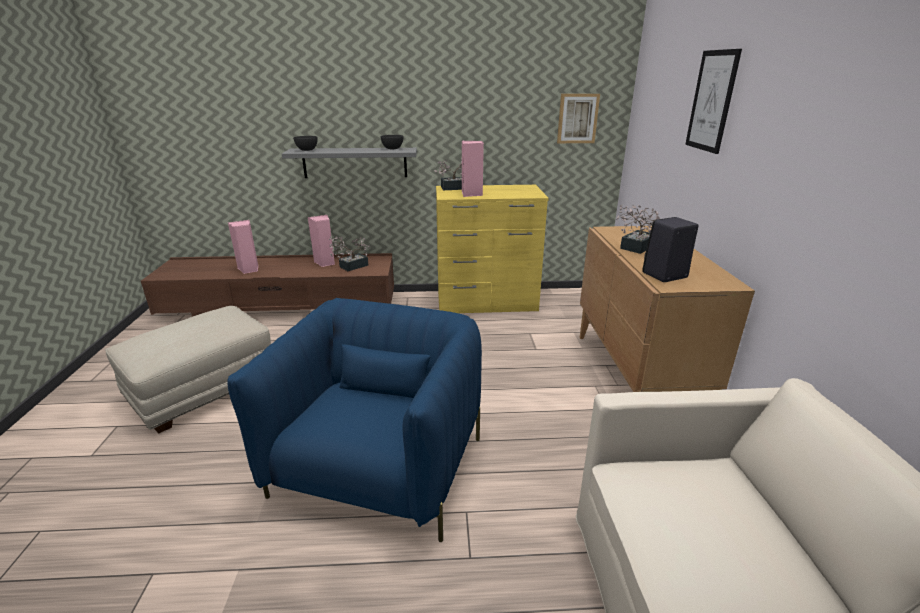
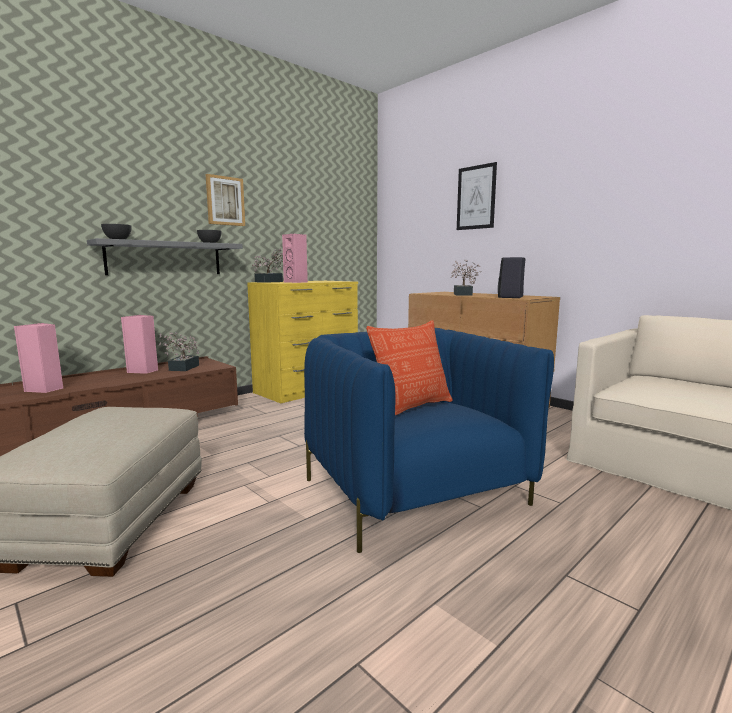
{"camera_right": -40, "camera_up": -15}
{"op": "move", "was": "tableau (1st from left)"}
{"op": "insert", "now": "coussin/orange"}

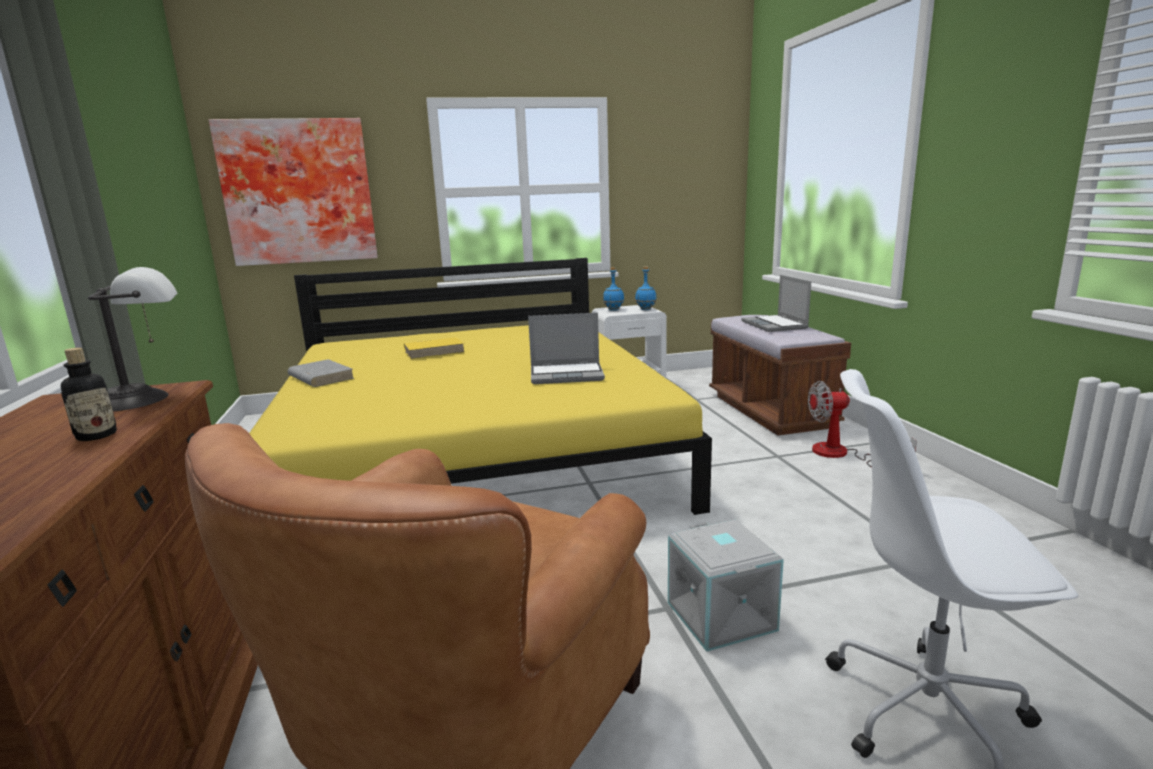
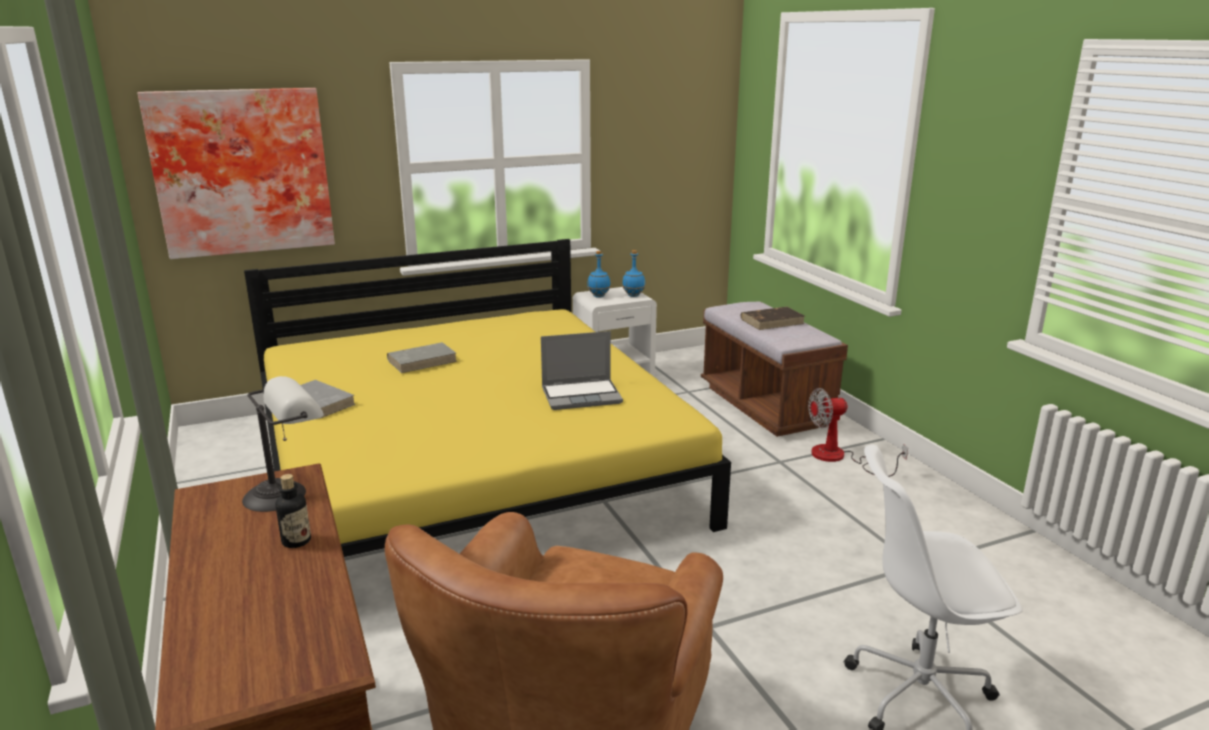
{"camera_right": -10, "camera_up": 5}
{"op": "recolor", "was": "livre/jaune", "now": "livre/gris (2nd from left)"}
{"op": "delete", "was": "boîte de rangement/gris"}
{"op": "replace", "was": "ordinateur portable (2nd from left)", "now": "livre/marron"}

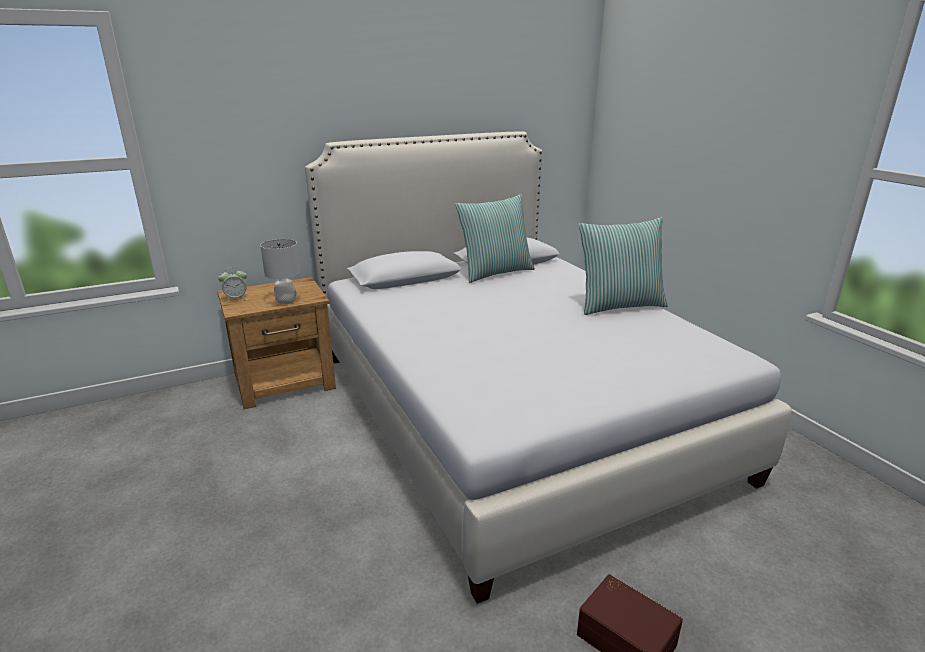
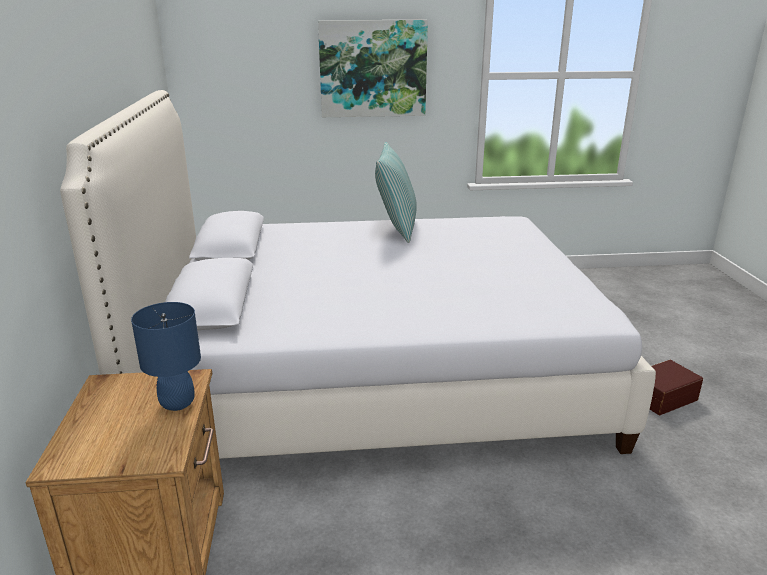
{"camera_right": -70, "camera_up": 0}
{"op": "delete", "was": "réveil"}
{"op": "recolor", "was": "lampe de table/gris", "now": "lampe de table/bleu"}
{"op": "delete", "was": "coussin (1st from left)"}
{"op": "insert", "now": "tableau"}

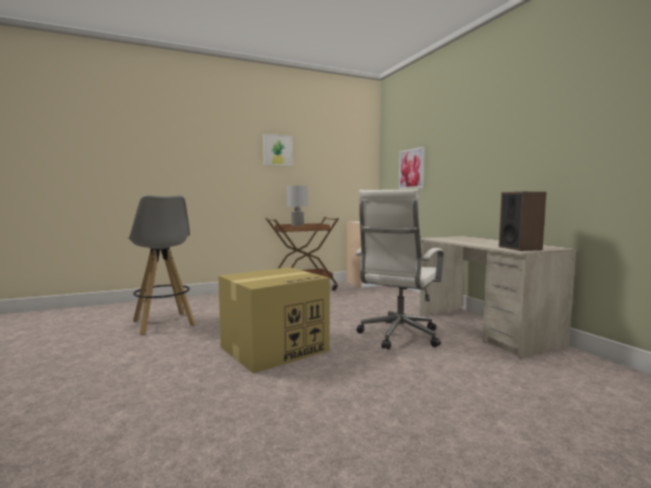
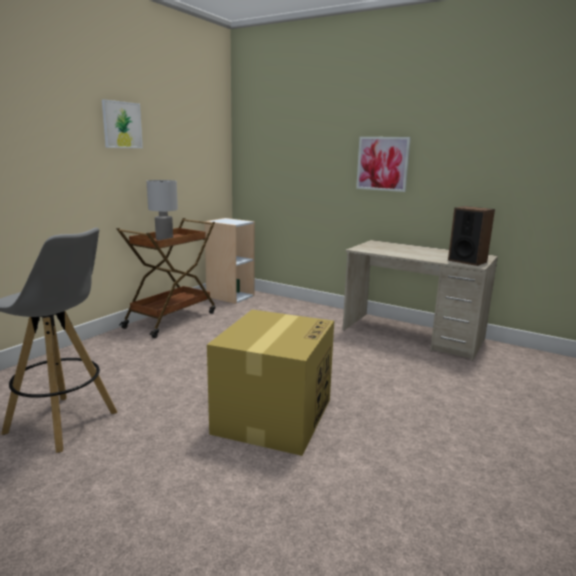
{"camera_right": -35, "camera_up": 10}
{"op": "delete", "was": "chaise de bureau/blanc"}
{"op": "move", "was": "tableau (2nd from left)"}

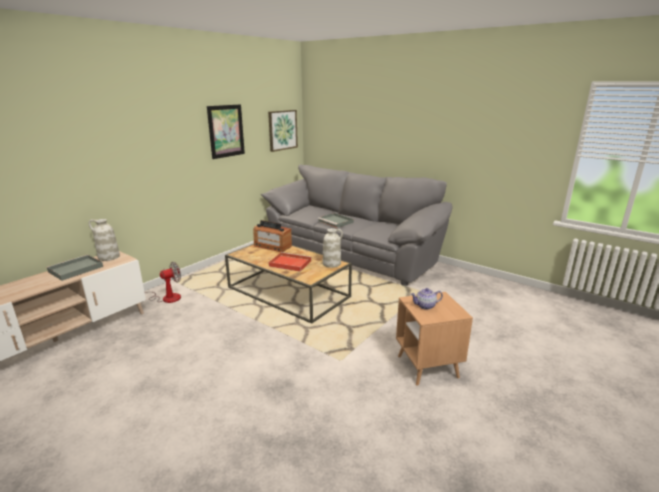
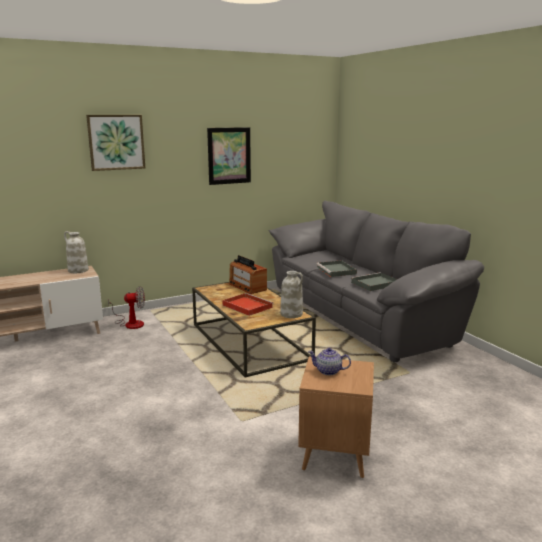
{"camera_right": 25, "camera_up": -5}
{"op": "move", "was": "plateau/gris (1st from left in the first image)", "now": "plateau/gris (2nd from left)"}
{"op": "move", "was": "tableau (2nd from left in the first image)", "now": "tableau (1st from left)"}

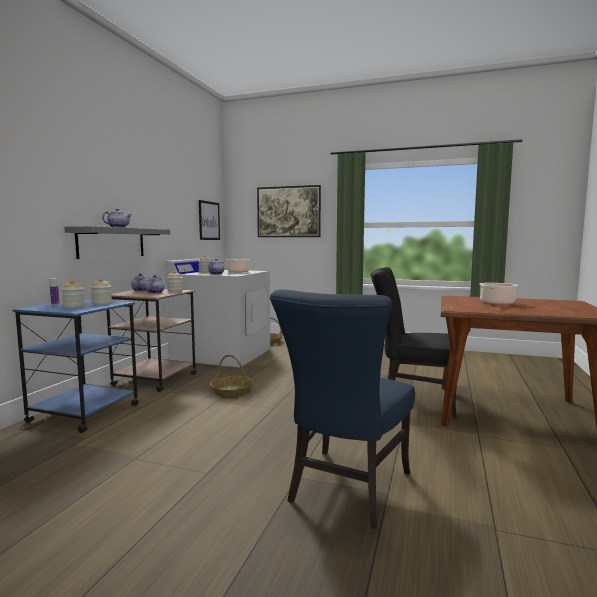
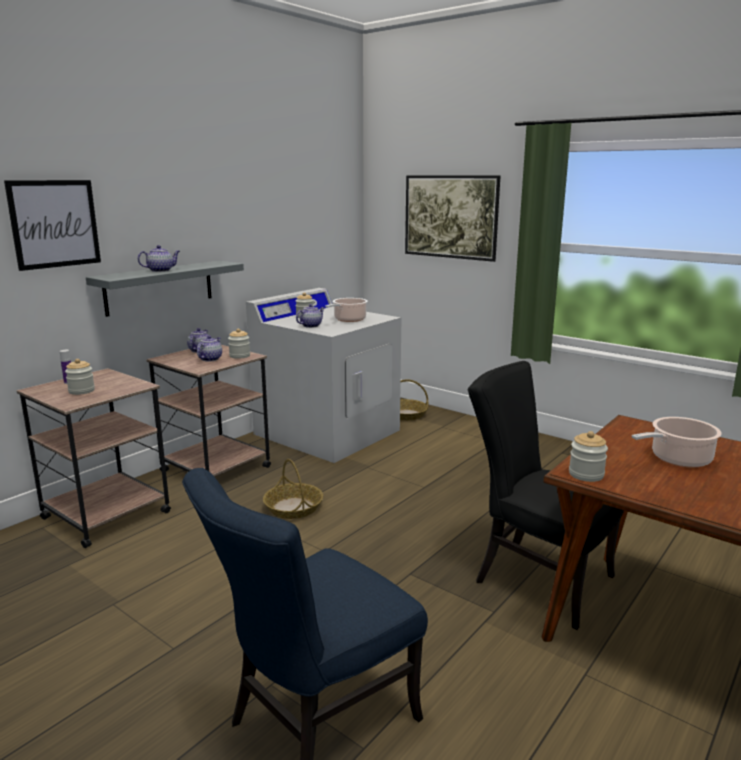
{"camera_right": 20, "camera_up": 10}
{"op": "recolor", "was": "chariot/bleu", "now": "chariot/marron (1st from left)"}
{"op": "move", "was": "bocal (2nd from left in the first image)", "now": "bocal (4th from left)"}
{"op": "move", "was": "tableau (1st from left)"}

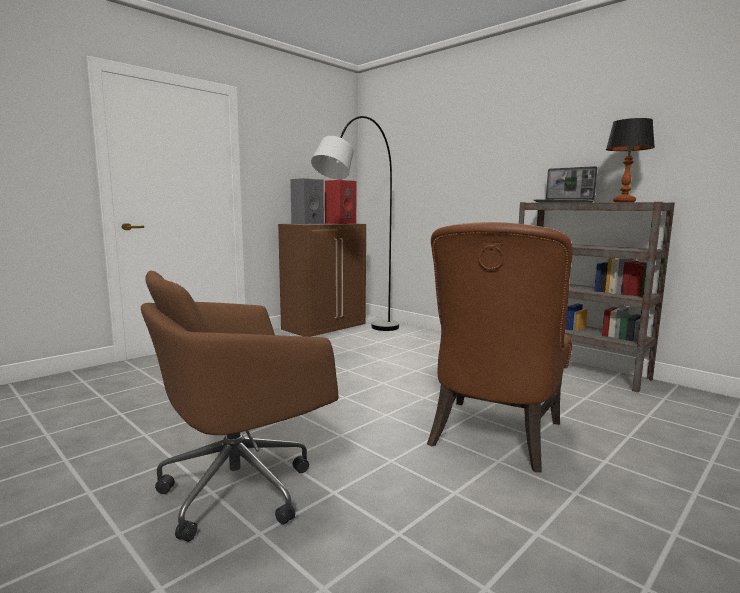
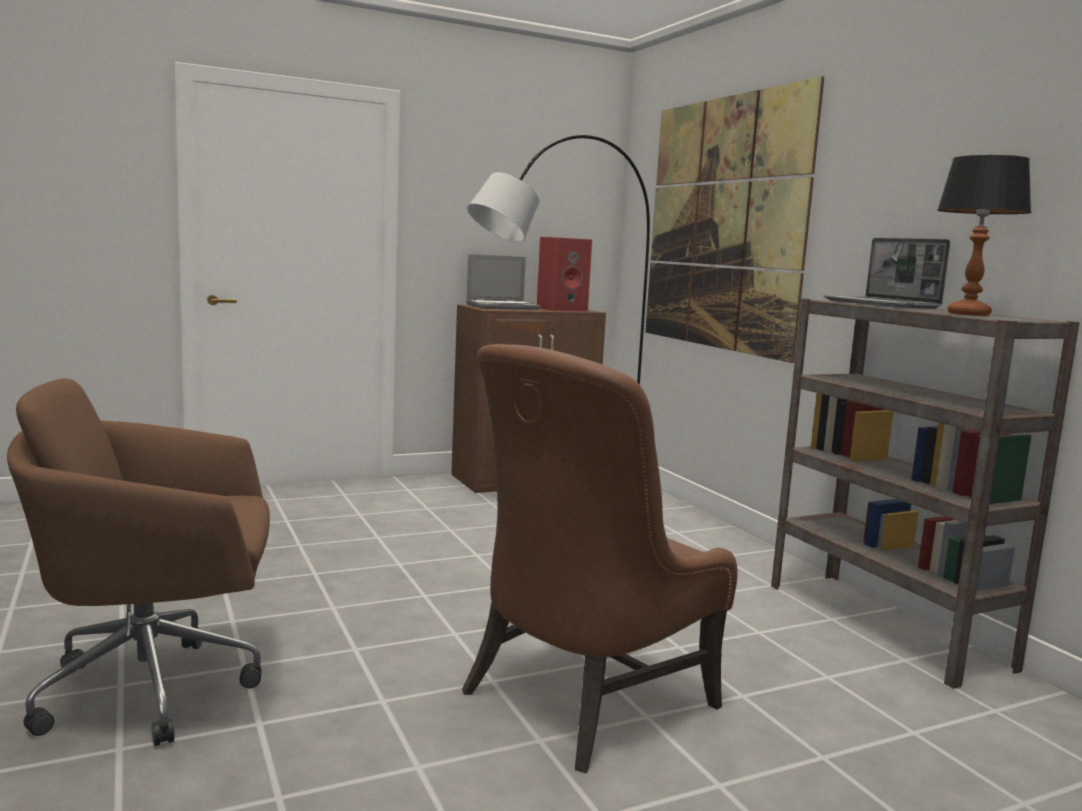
{"camera_right": 20, "camera_up": 0}
{"op": "replace", "was": "enceinte/gris", "now": "ordinateur portable (1st from left)"}
{"op": "insert", "now": "tableau"}

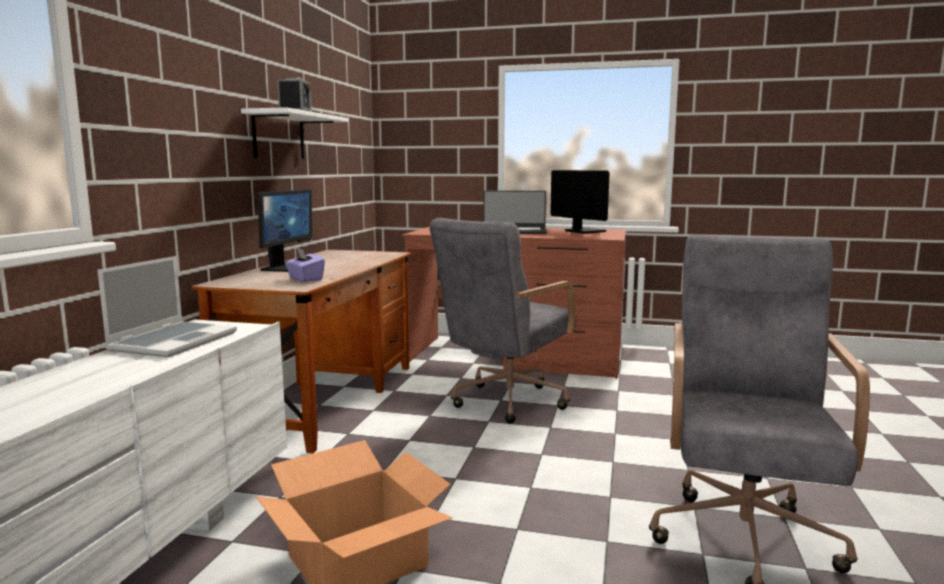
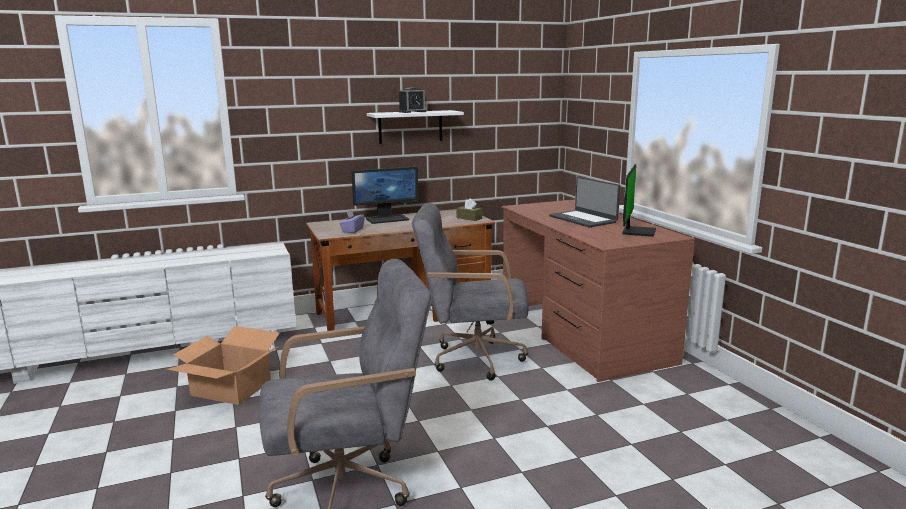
{"camera_right": 55, "camera_up": 5}
{"op": "delete", "was": "ordinateur portable (1st from left)"}
{"op": "insert", "now": "boîte à mouchoirs/marron"}

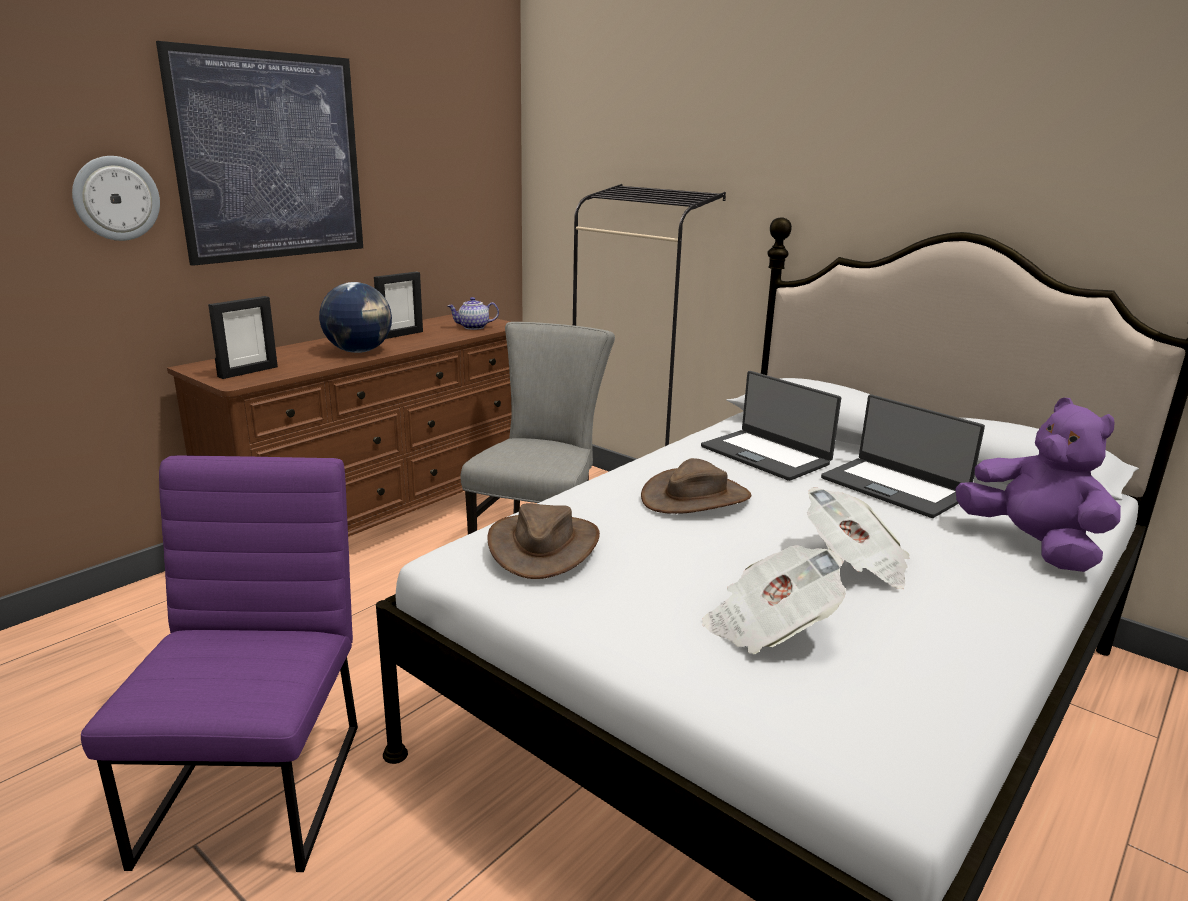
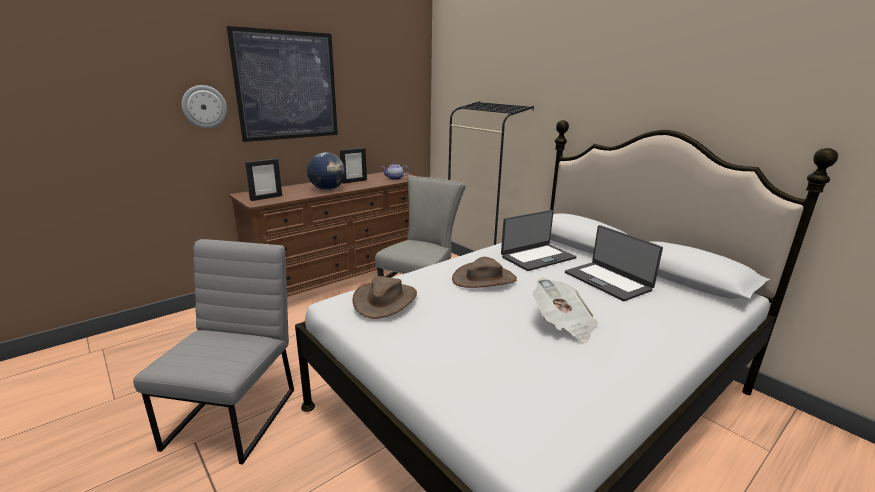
{"camera_right": 10, "camera_up": 0}
{"op": "recolor", "was": "chaise/violet", "now": "chaise/gris (1st from left)"}
{"op": "rotate", "was": "ordinateur portable (1st from left)", "clockwise": -90}
{"op": "delete", "was": "journal (1st from left)"}
{"op": "delete", "was": "peluche/violet"}

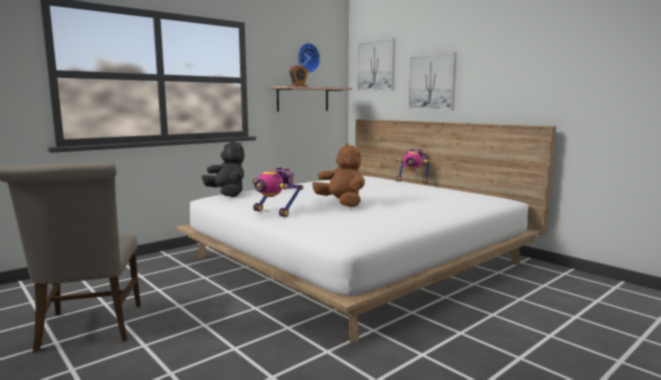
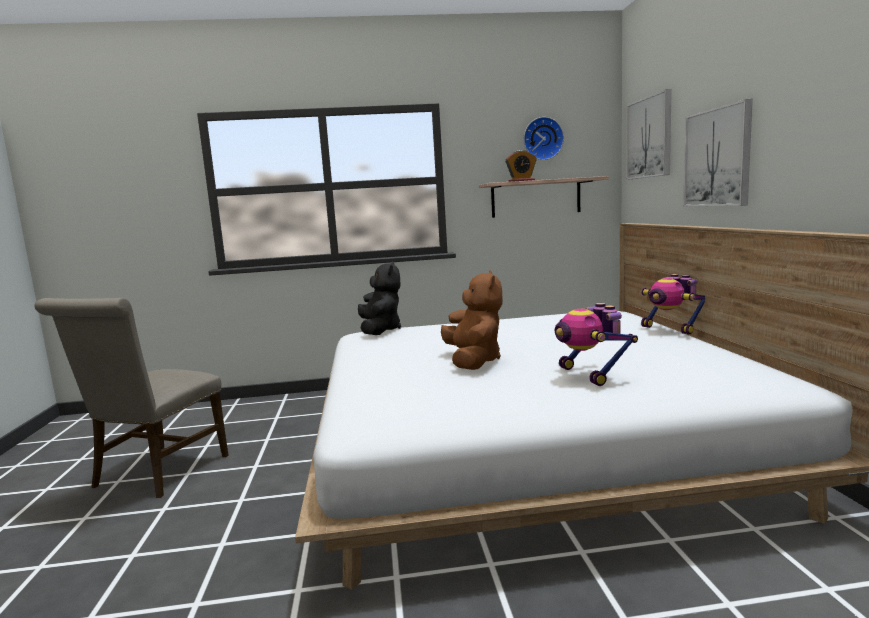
{"camera_right": 35, "camera_up": 0}
{"op": "move", "was": "robot jouet (1st from left)"}

